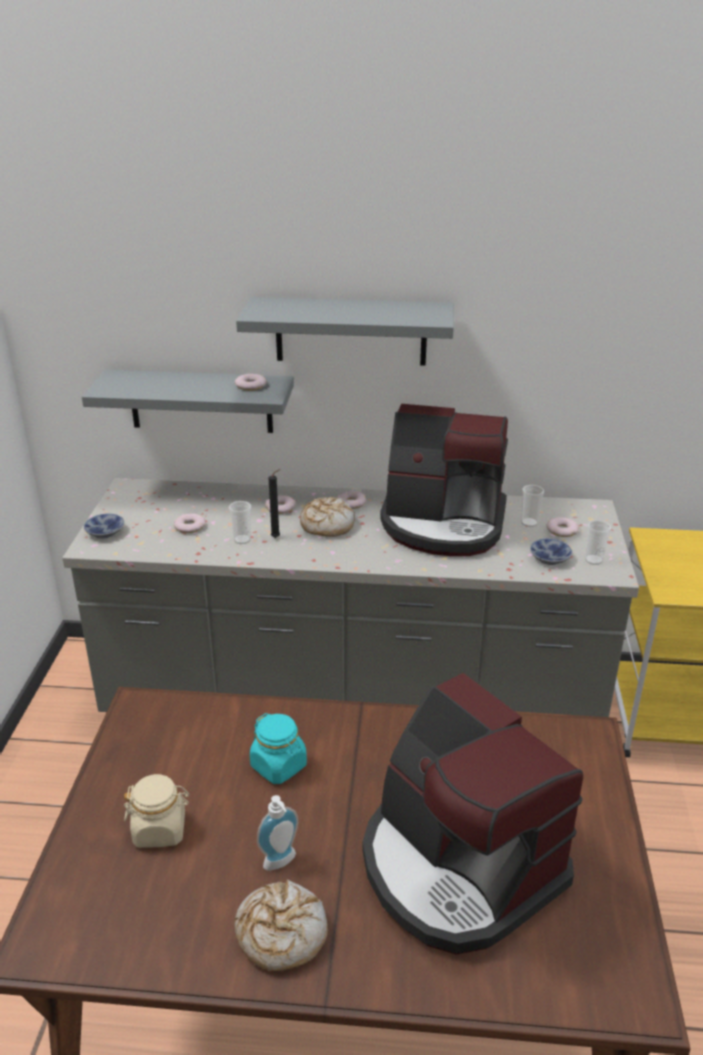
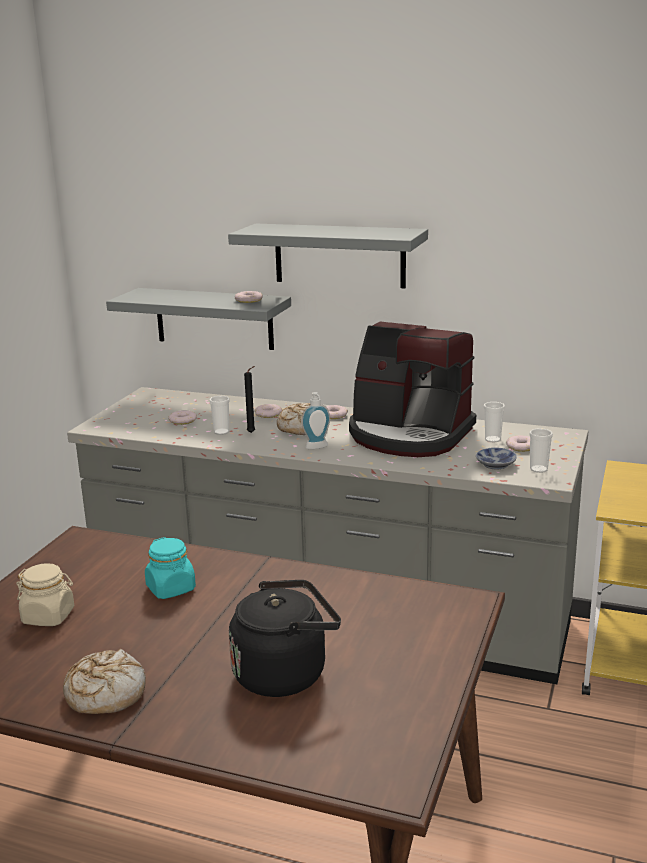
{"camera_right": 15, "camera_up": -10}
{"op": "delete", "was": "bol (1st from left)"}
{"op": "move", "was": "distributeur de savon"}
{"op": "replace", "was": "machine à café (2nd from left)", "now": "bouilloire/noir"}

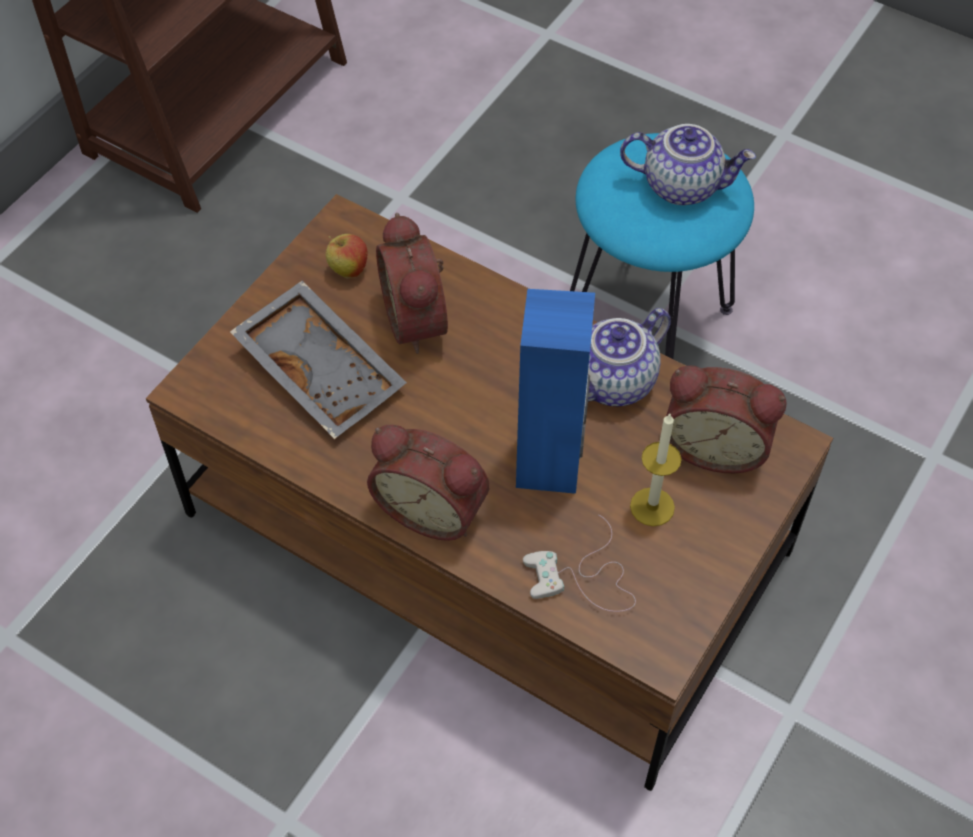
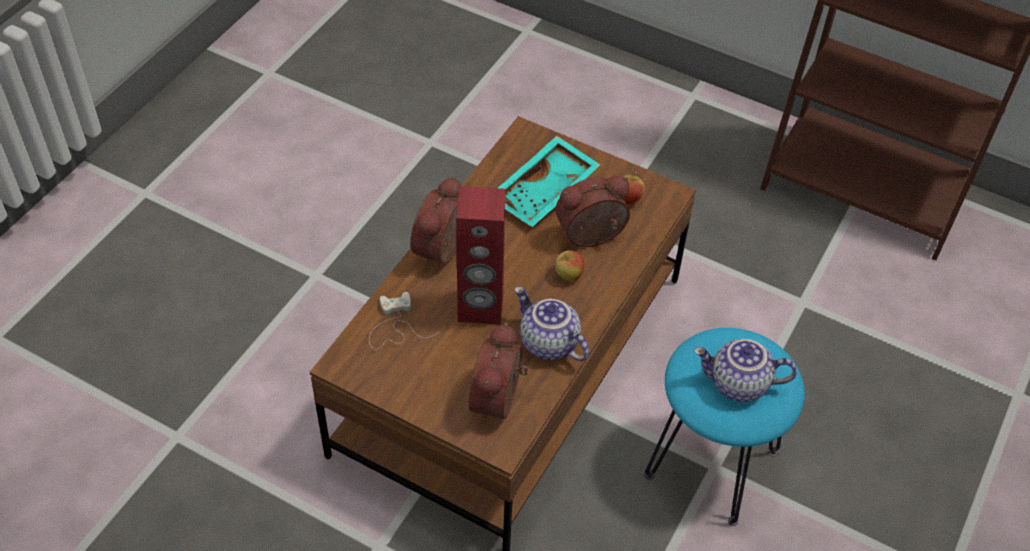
{"camera_right": 85, "camera_up": -5}
{"op": "recolor", "was": "plateau/gris", "now": "plateau/turquoise"}
{"op": "recolor", "was": "enceinte/bleu", "now": "enceinte/rouge"}
{"op": "rotate", "was": "théière (2nd from left)", "clockwise": 90}
{"op": "delete", "was": "bougie"}
{"op": "insert", "now": "pomme (1st from left)"}

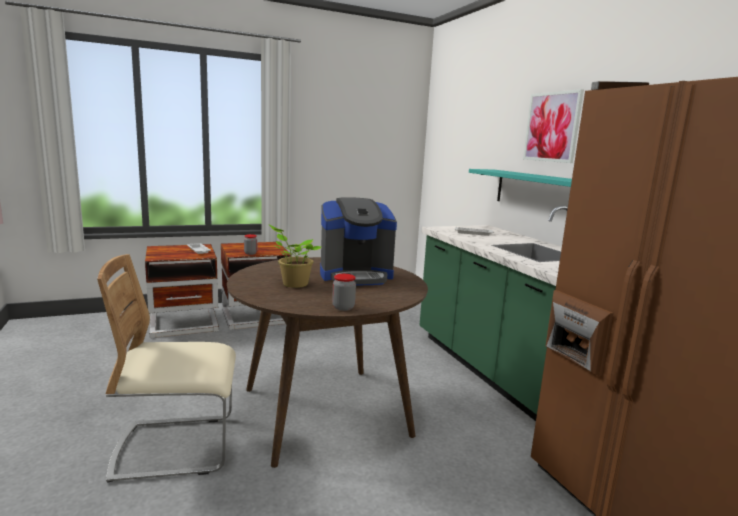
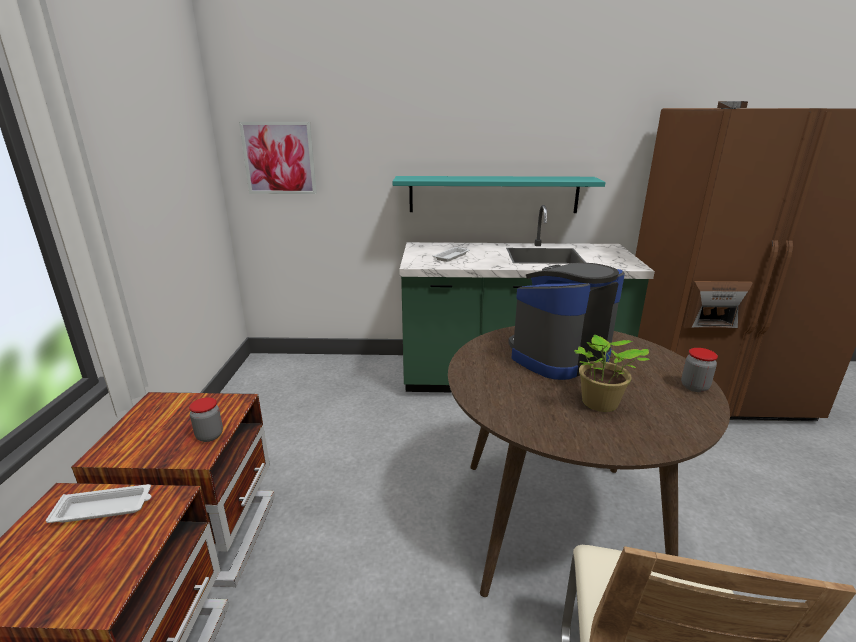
{"camera_right": -65, "camera_up": 10}
{"op": "rotate", "was": "machine à café", "clockwise": -135}
{"op": "move", "was": "tableau"}

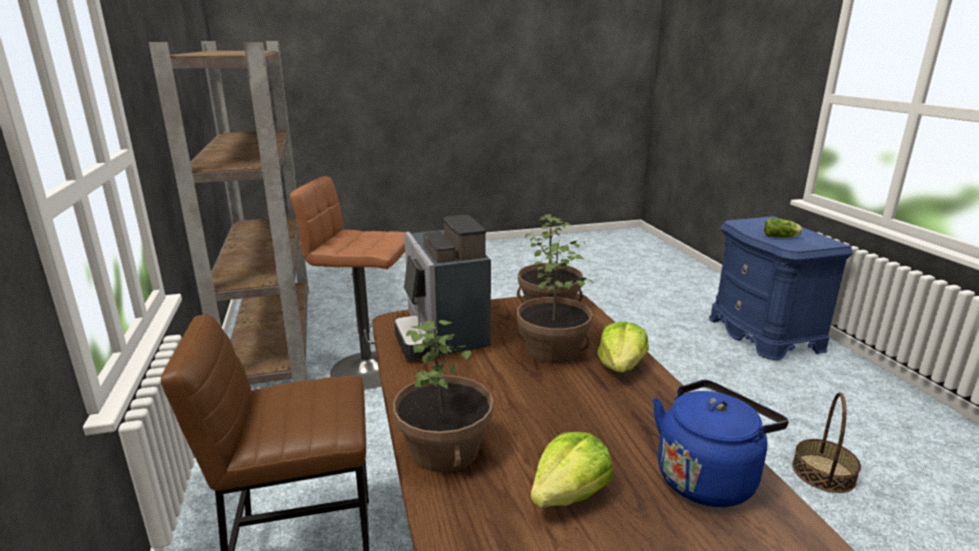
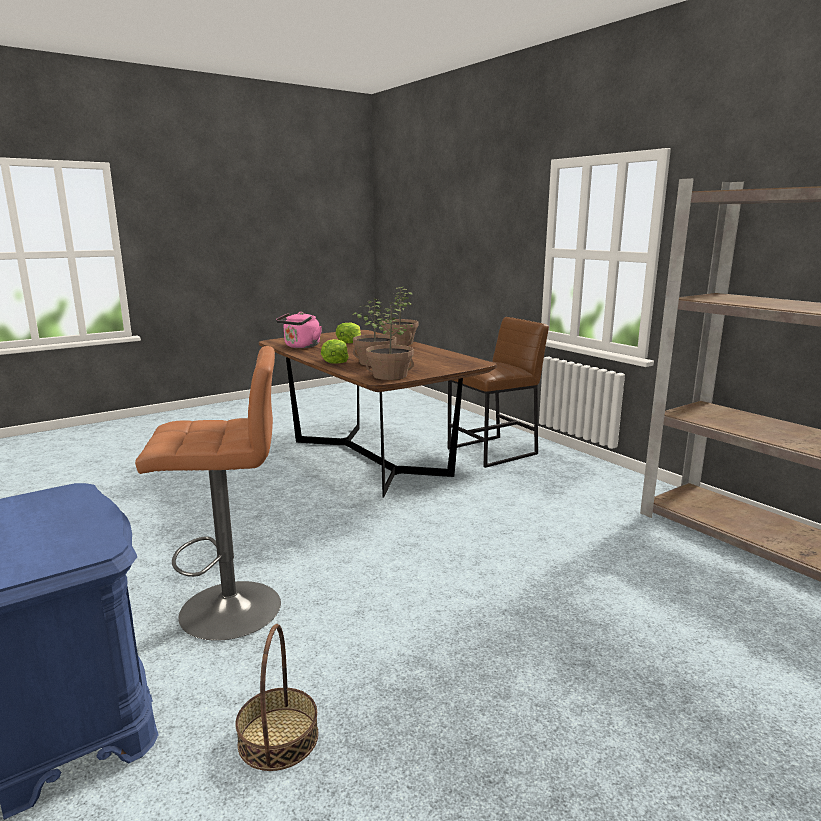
{"camera_right": 160, "camera_up": -5}
{"op": "move", "was": "tabouret/marron"}
{"op": "delete", "was": "machine à café"}
{"op": "recolor", "was": "bouilloire/bleu", "now": "bouilloire/rose"}
{"op": "delete", "was": "laitue (3rd from left)"}
{"op": "move", "was": "panier"}

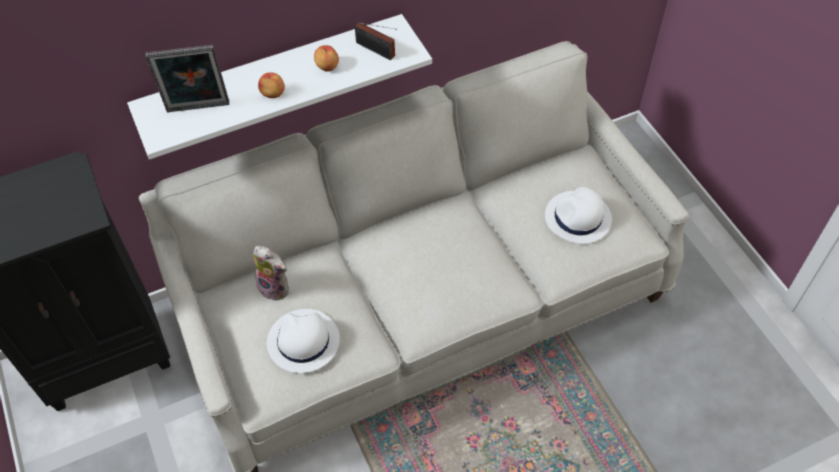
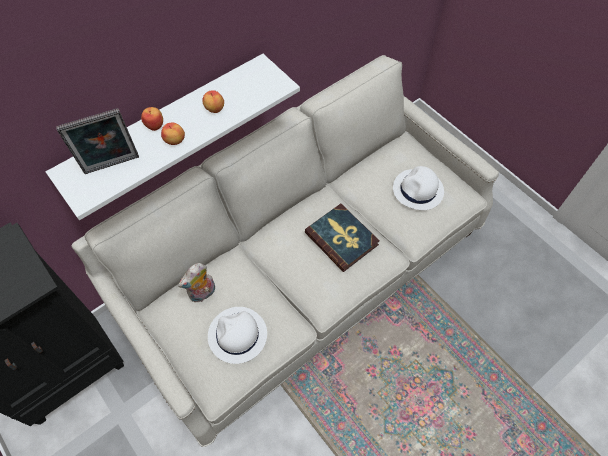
{"camera_right": -15, "camera_up": 5}
{"op": "rotate", "was": "peluche", "clockwise": 120}
{"op": "delete", "was": "radio"}
{"op": "insert", "now": "pomme (1st from left)"}
{"op": "insert", "now": "livre"}

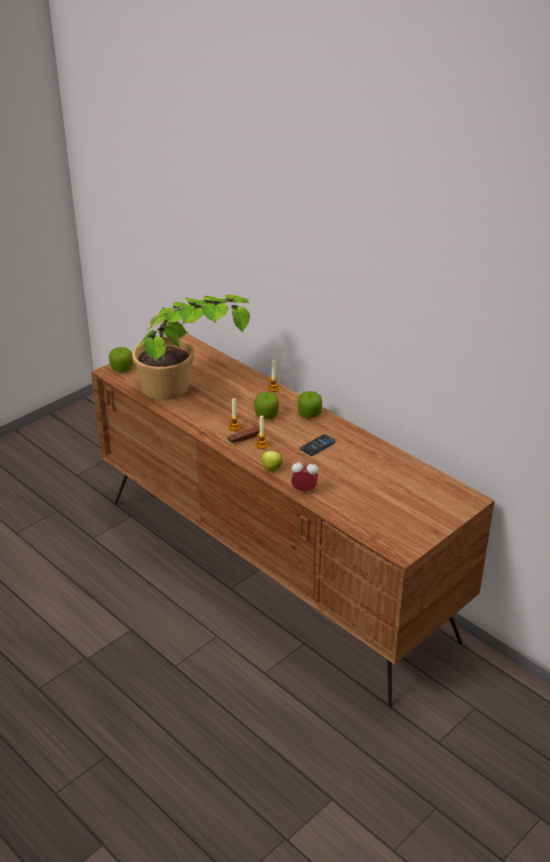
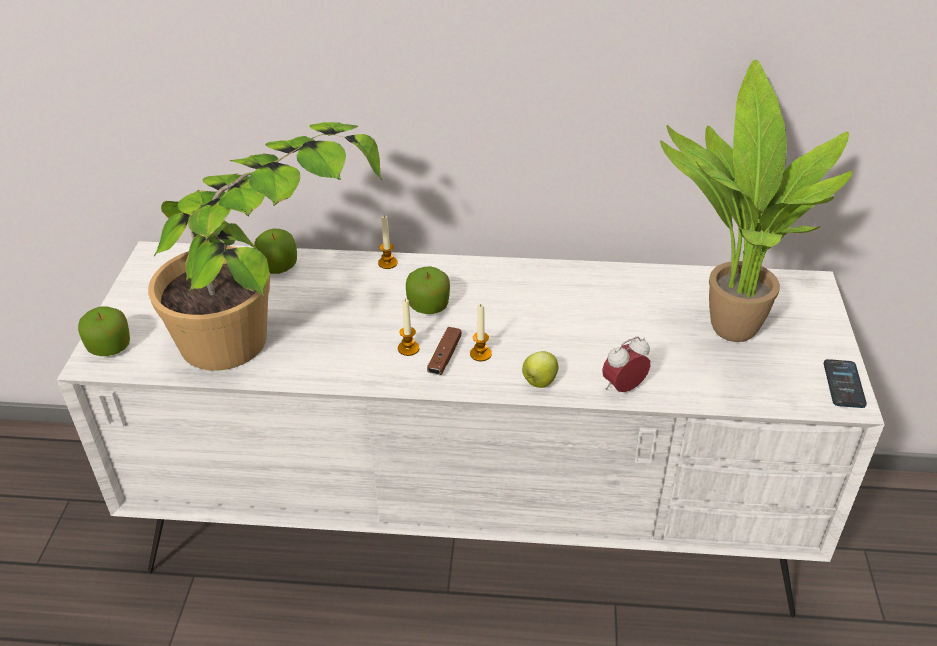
{"camera_right": -40, "camera_up": 5}
{"op": "recolor", "was": "meuble télé/marron", "now": "meuble télé/blanc"}
{"op": "move", "was": "pomme (4th from left in the first image)", "now": "pomme (2nd from left)"}
{"op": "move", "was": "téléphone"}
{"op": "insert", "now": "plante en pot (2nd from left)"}

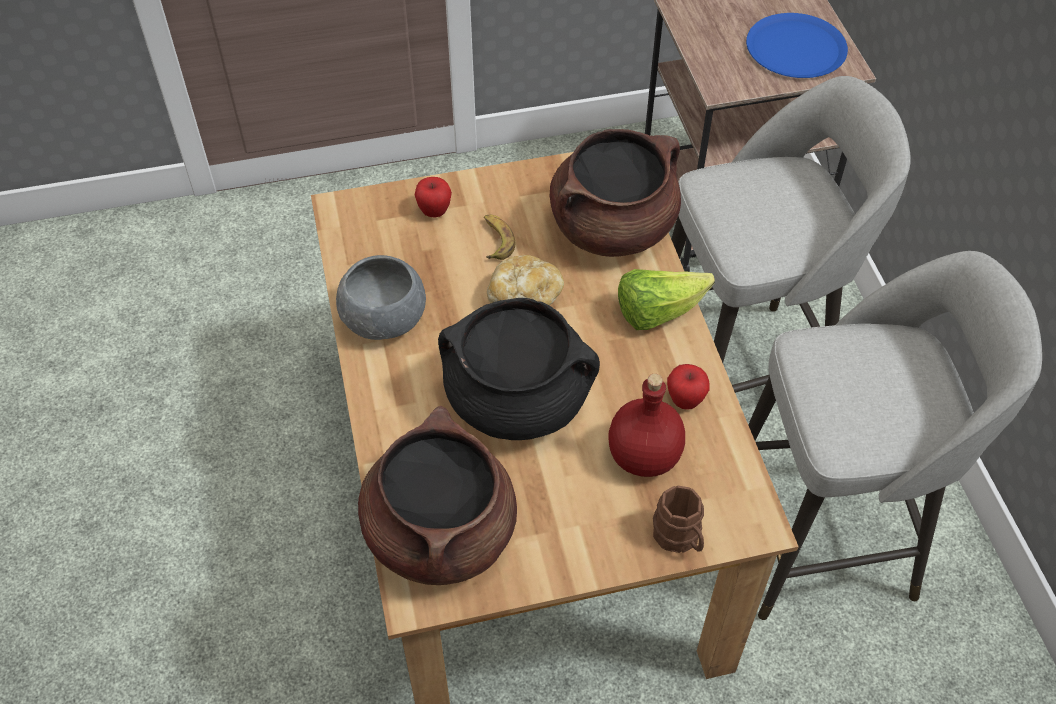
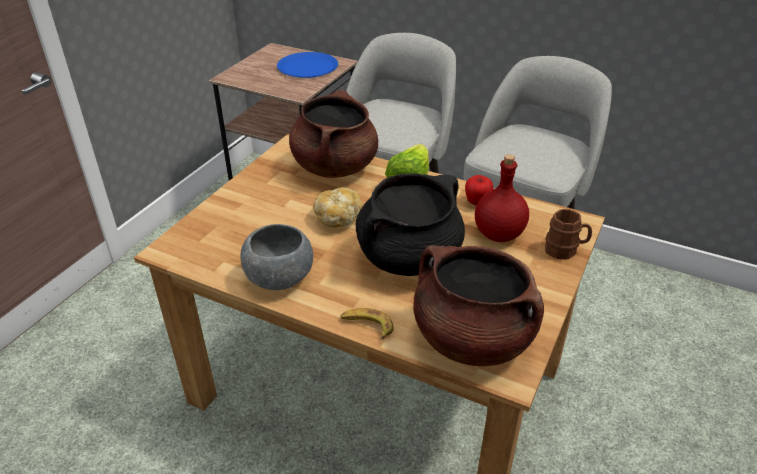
{"camera_right": -50, "camera_up": -15}
{"op": "delete", "was": "pomme (1st from left)"}
{"op": "move", "was": "banane"}

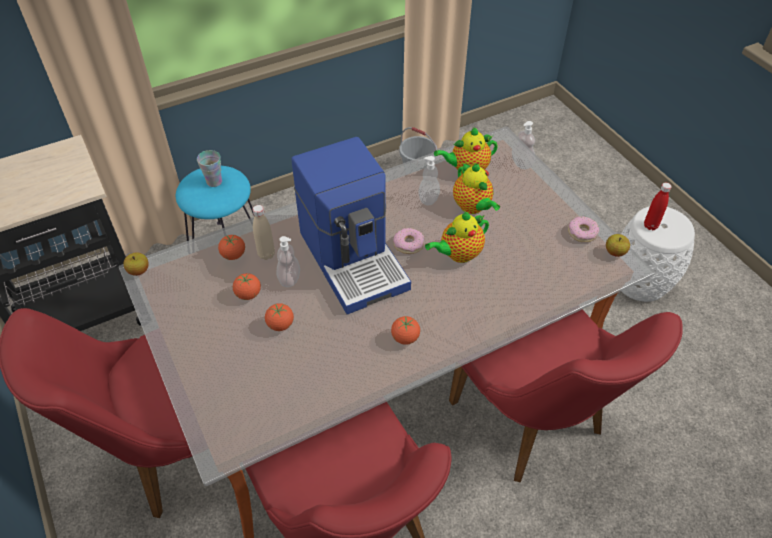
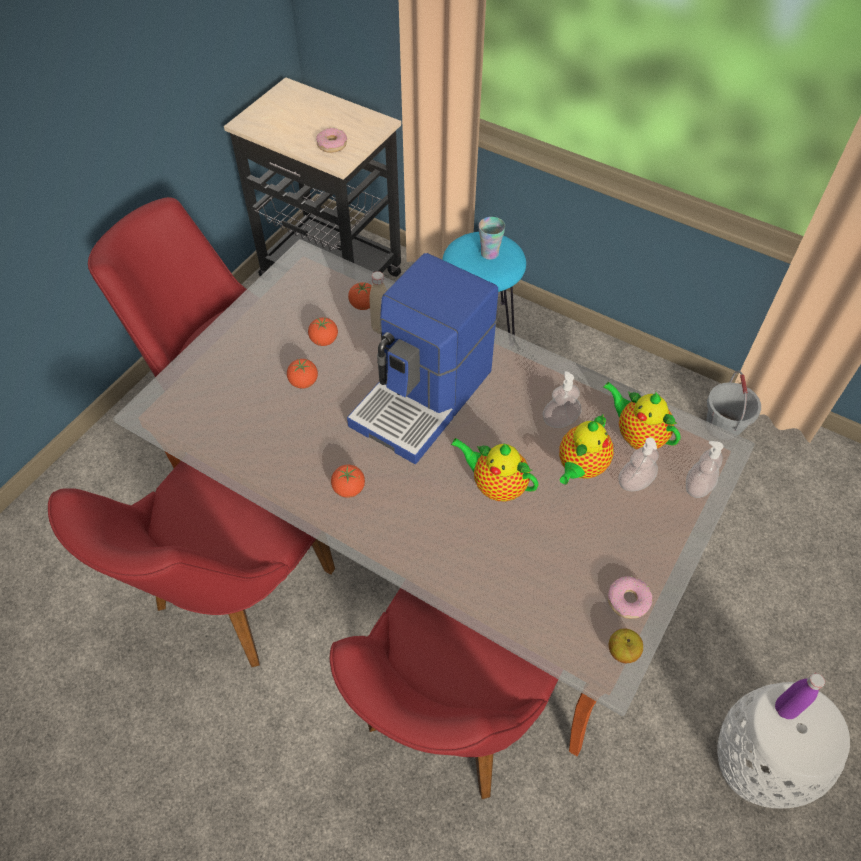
{"camera_right": 60, "camera_up": 5}
{"op": "delete", "was": "pomme (1st from left)"}
{"op": "move", "was": "distributeur de savon (1st from left in the first image)", "now": "distributeur de savon (2nd from left)"}
{"op": "move", "was": "beignet (1st from left)"}
{"op": "recolor", "was": "bouteille/rouge", "now": "bouteille/violet"}

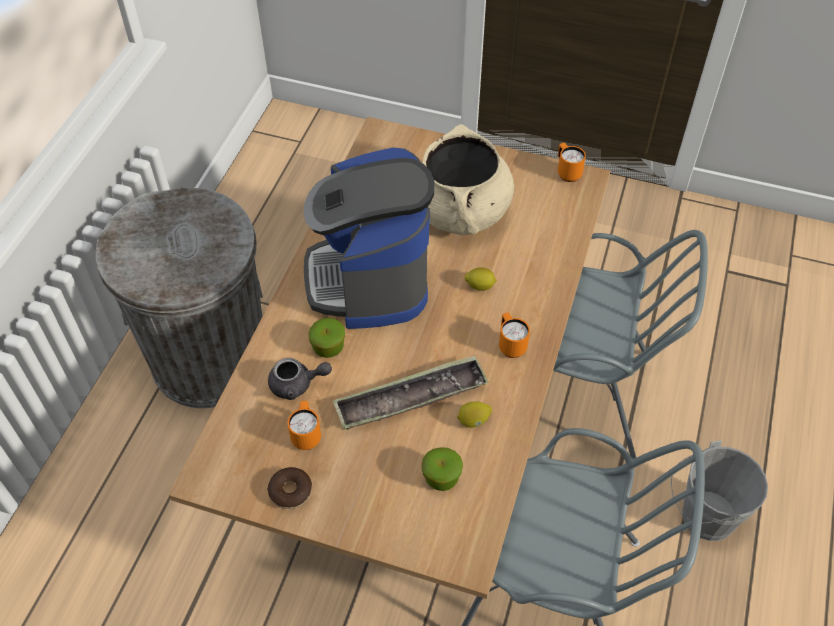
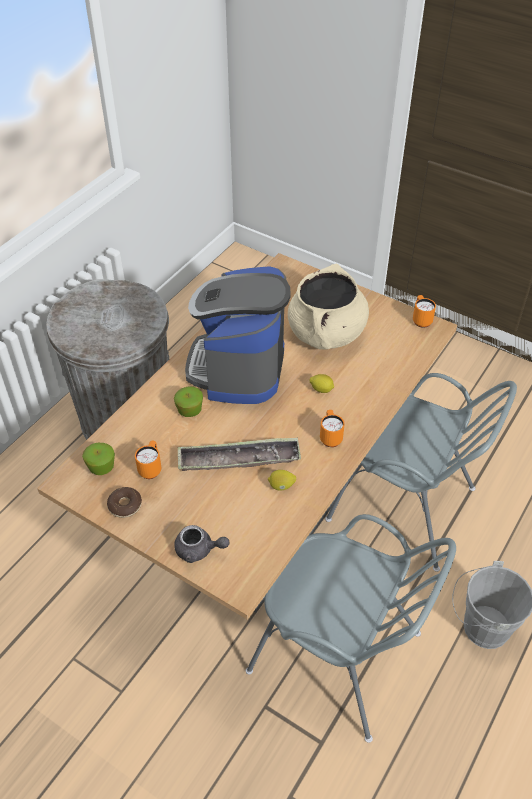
{"camera_right": 15, "camera_up": -5}
{"op": "move", "was": "théière/gris"}
{"op": "move", "was": "pomme (2nd from left in the first image)", "now": "pomme (1st from left)"}

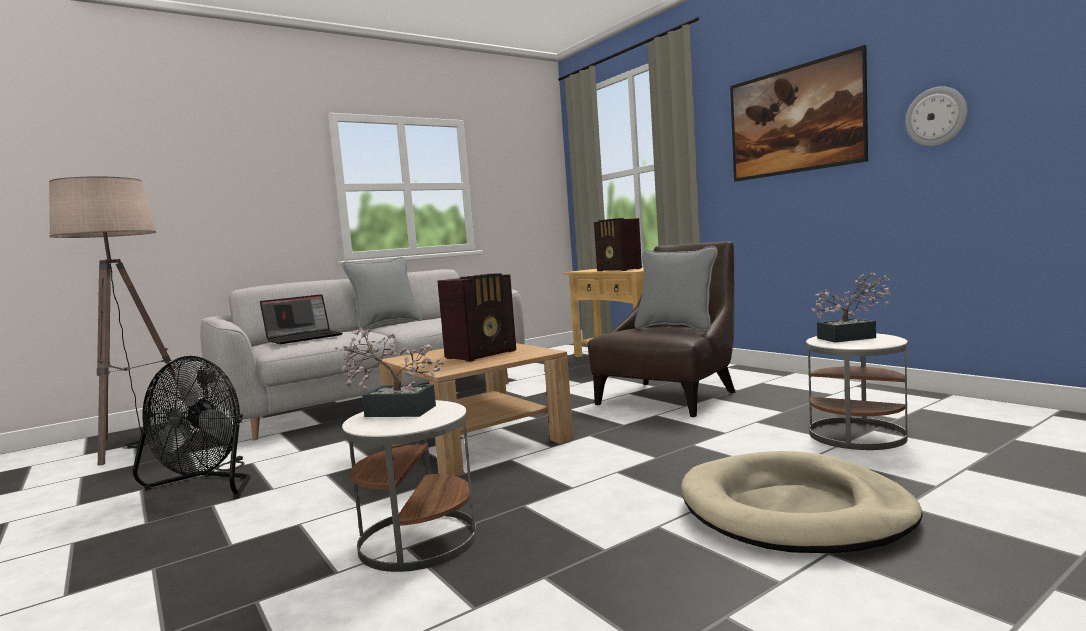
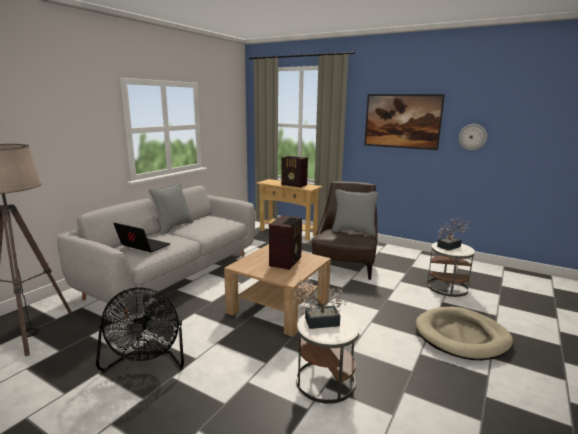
{"camera_right": -25, "camera_up": 10}
{"op": "rotate", "was": "ordinateur portable", "clockwise": -90}

